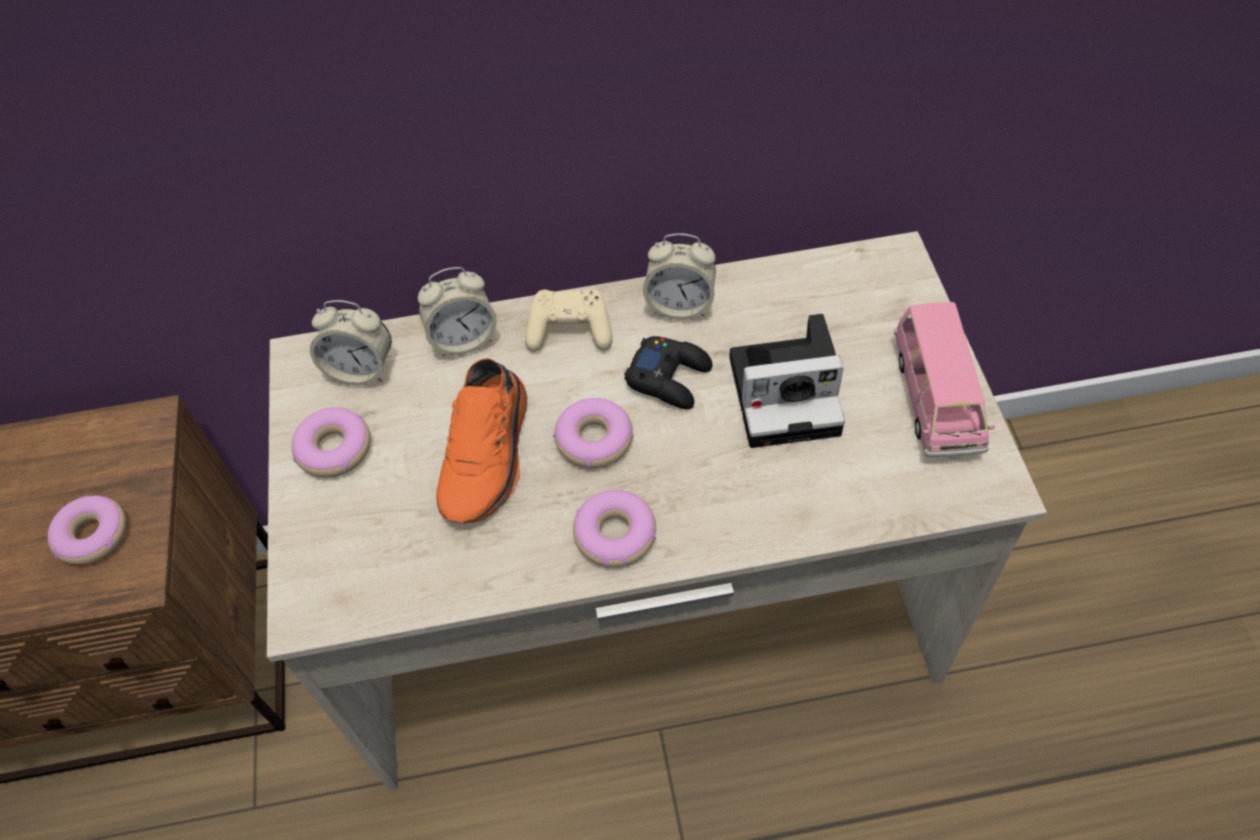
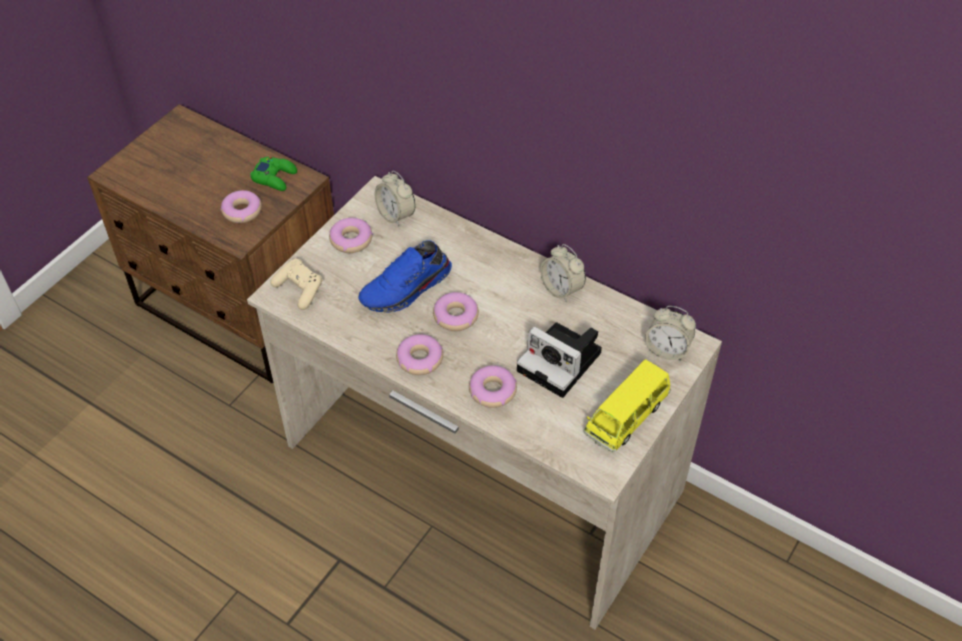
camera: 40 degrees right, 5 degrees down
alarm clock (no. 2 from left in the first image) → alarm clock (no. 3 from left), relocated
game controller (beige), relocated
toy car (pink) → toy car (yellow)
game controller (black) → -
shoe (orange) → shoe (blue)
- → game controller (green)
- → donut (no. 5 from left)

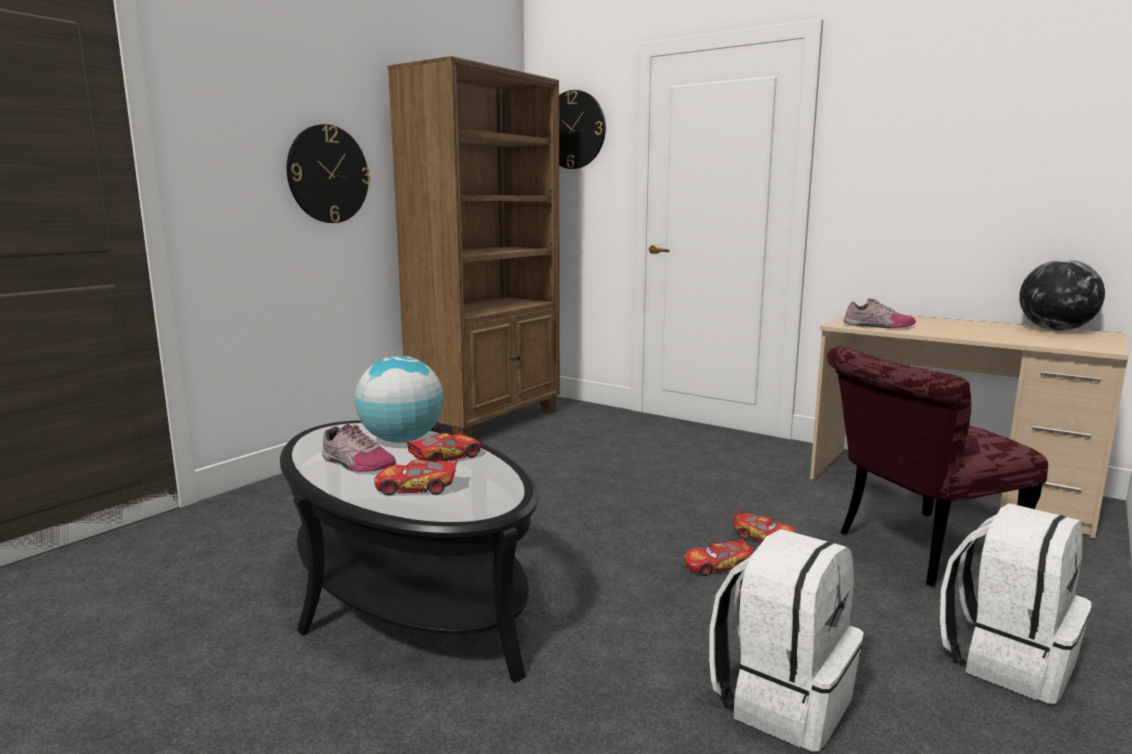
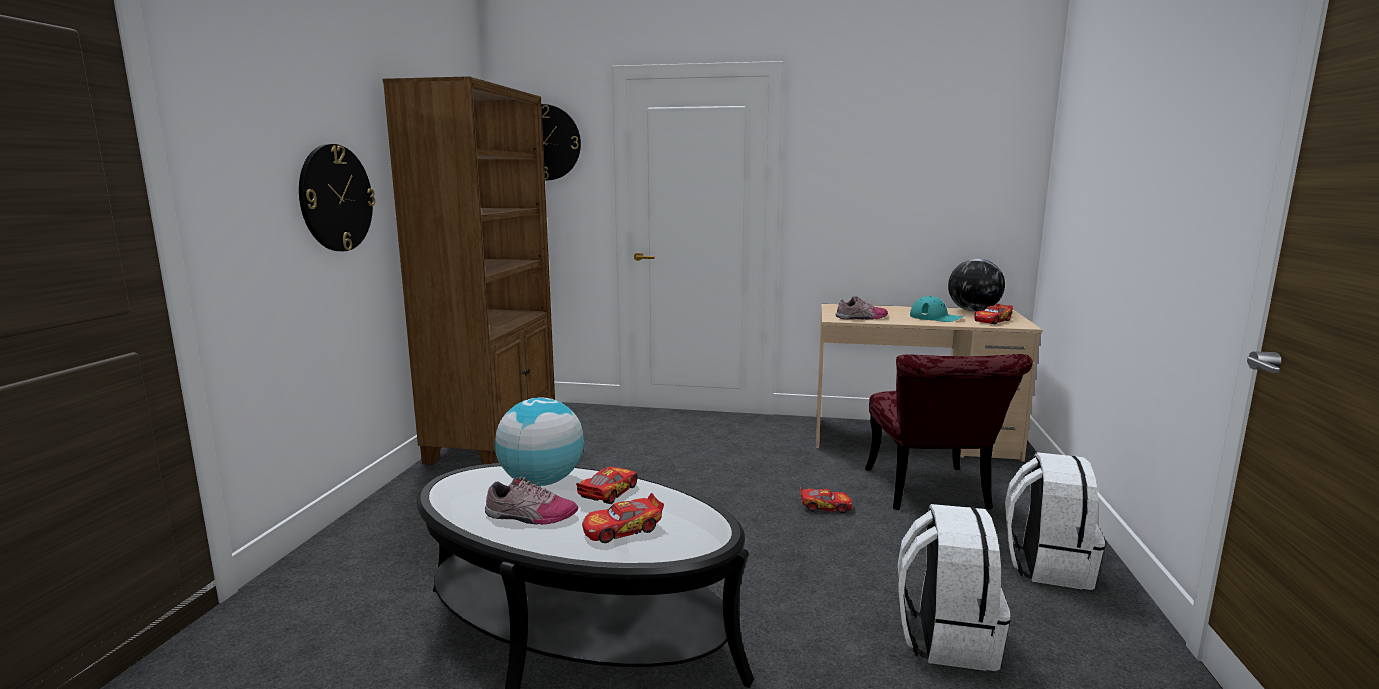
camera: 25 degrees left, 0 degrees up
chair (red), 45 degrees counterclockwise
toy car (no. 3 from left in the first image) → toy car (no. 4 from left), relocated
- → cap (turquoise)

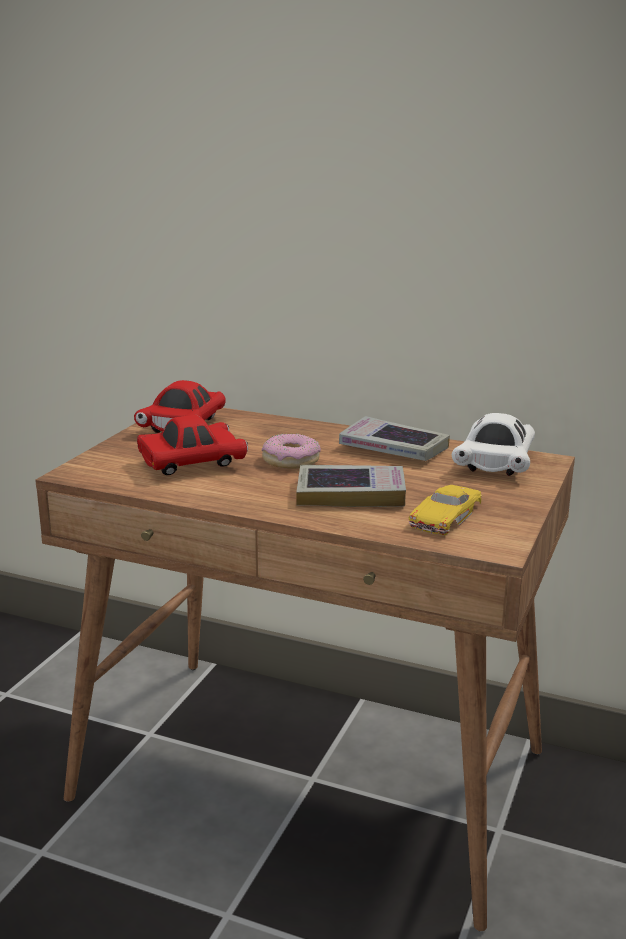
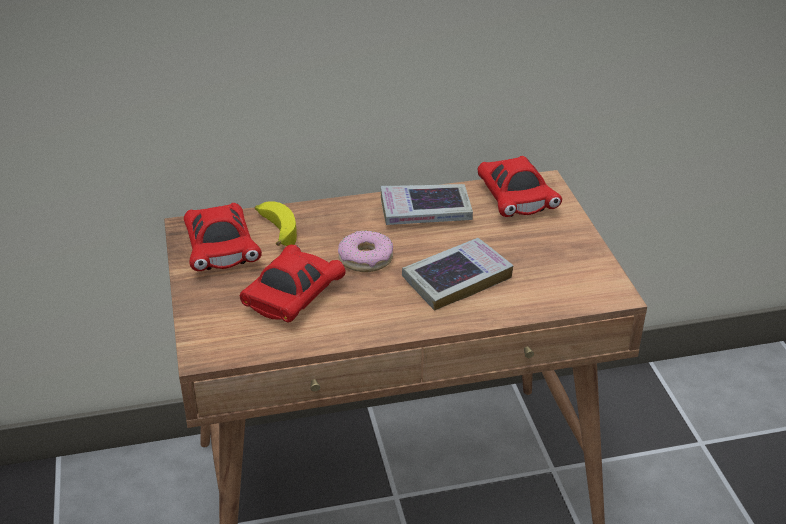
camera: 35 degrees left, 15 degrees up
toy car (white) → toy car (red) (no. 3 from left)
toy car (yellow) → -
- → banana

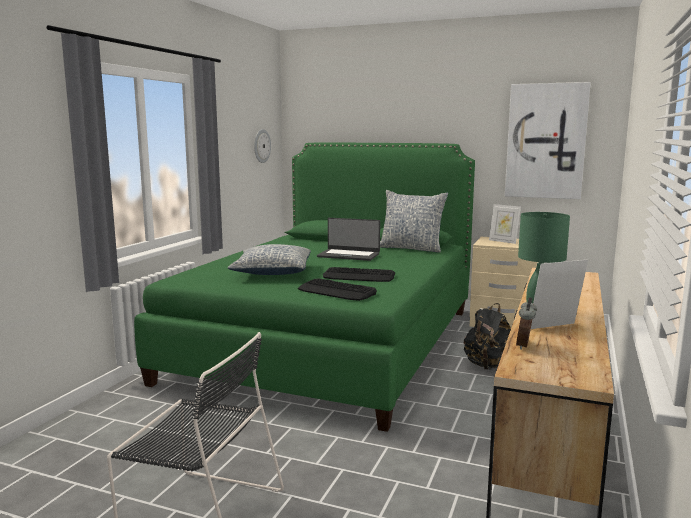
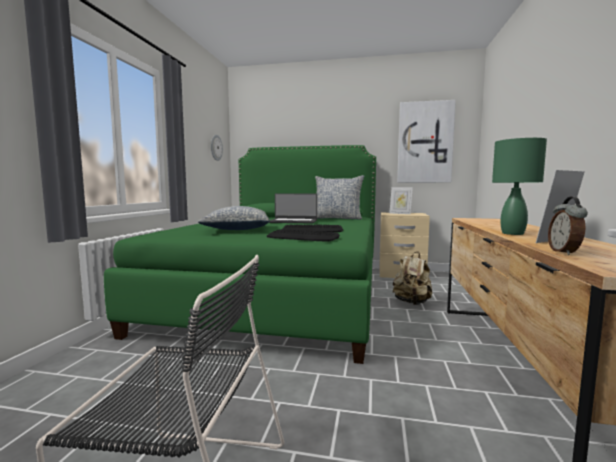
camera: 10 degrees left, 5 degrees down
backpack (black) → backpack (beige)

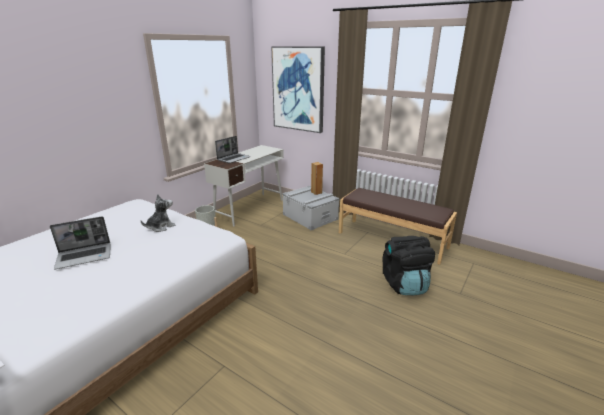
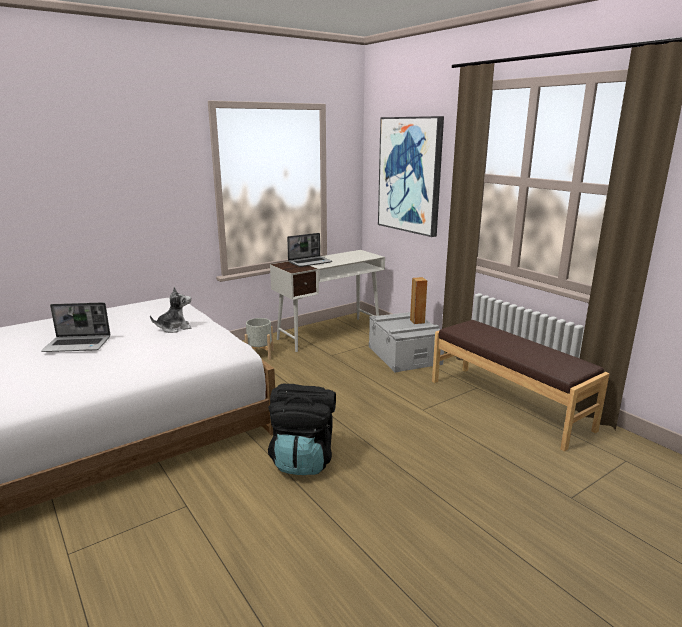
camera: 20 degrees right, 5 degrees down
backpack (black), relocated

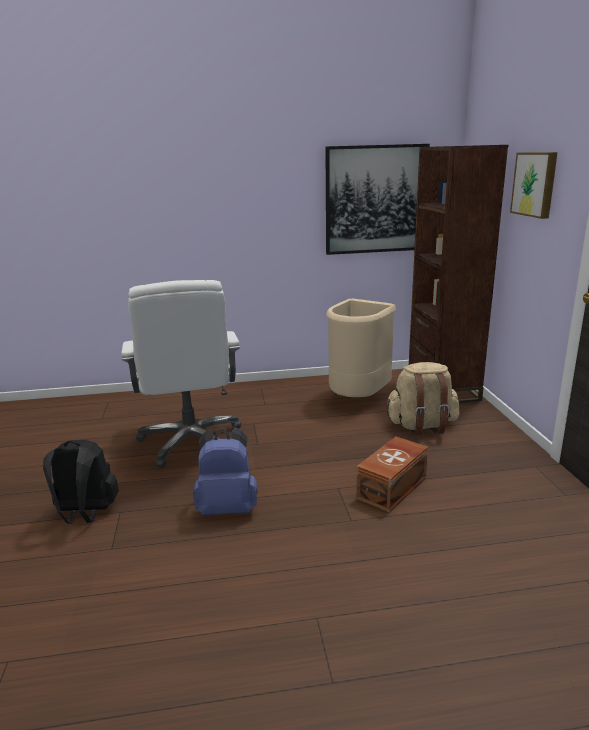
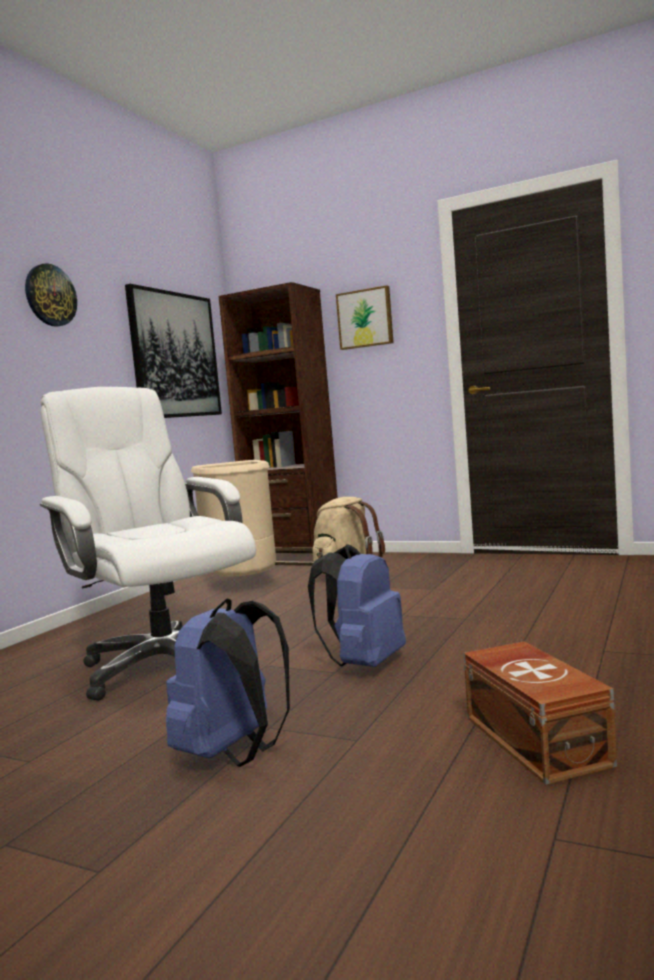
camera: 55 degrees left, 15 degrees down
office chair (white), 150 degrees counterclockwise
storage box (brown), relocated
backpack (black) → backpack (blue) (no. 1 from left)
- → wall clock

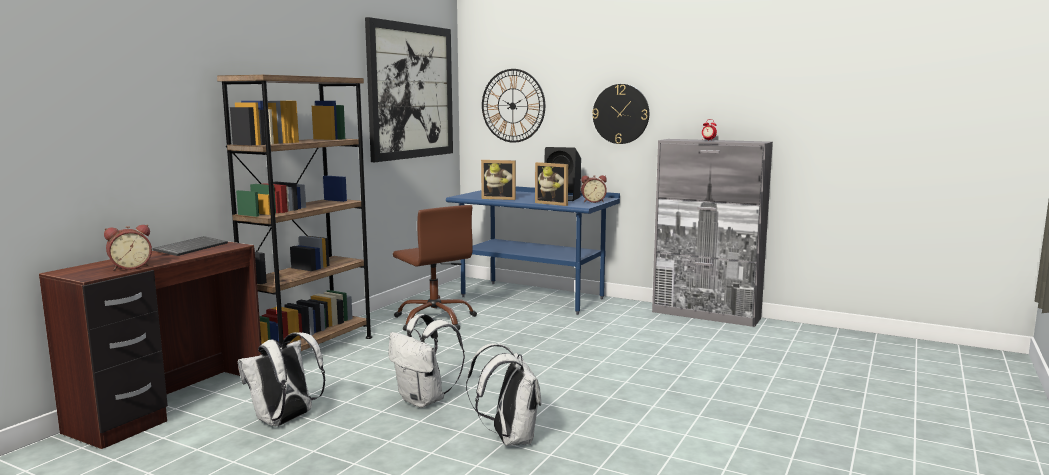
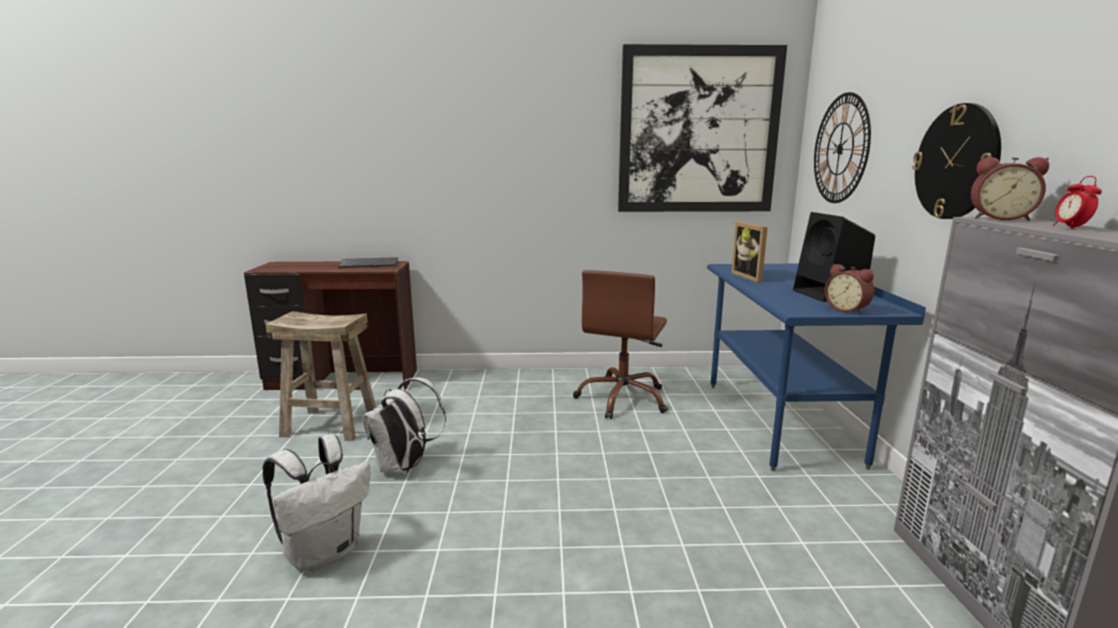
camera: 60 degrees right, 5 degrees up
bookcase (brown) → -
picture frame (no. 2 from left) → -
alarm clock (no. 1 from left in the first image) → alarm clock (no. 2 from left), relocated
backpack (white) (no. 1 from left) → stool (beige)

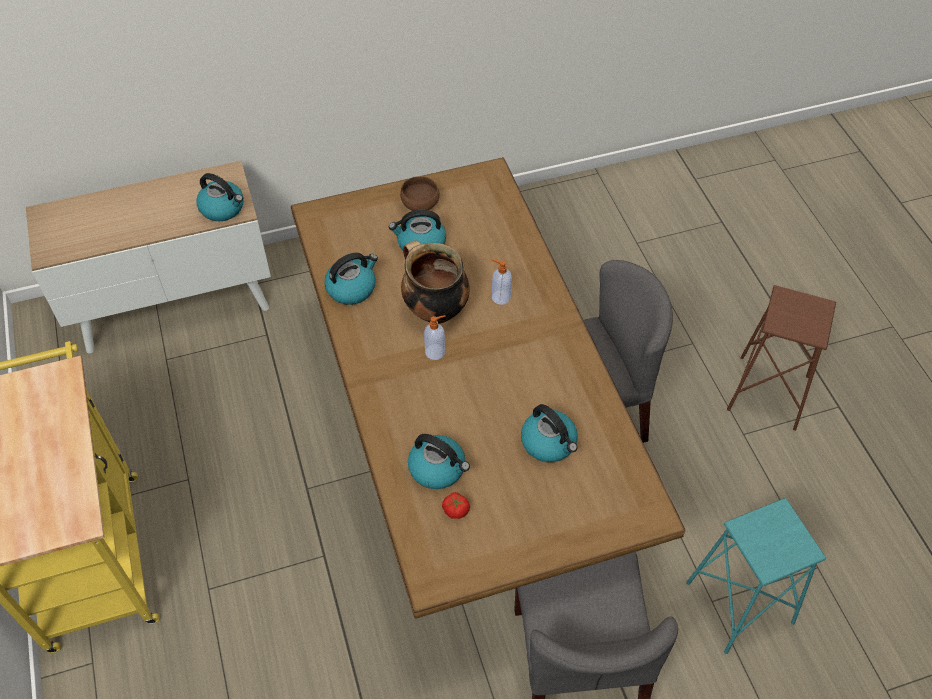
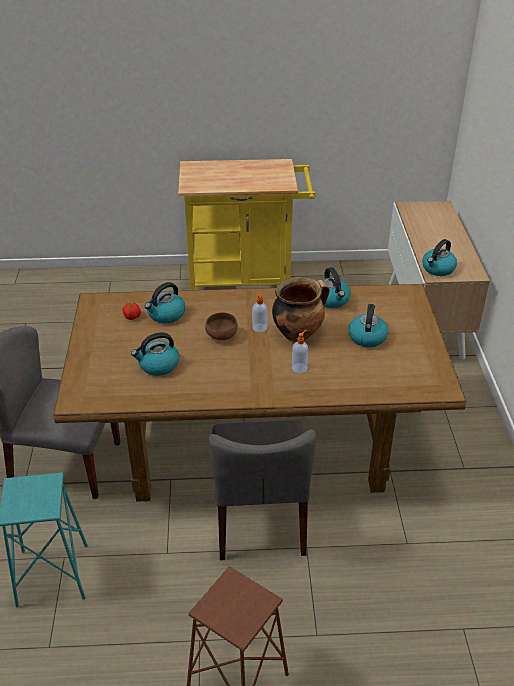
camera: 105 degrees right, 15 degrees down
bowl (brown), relocated

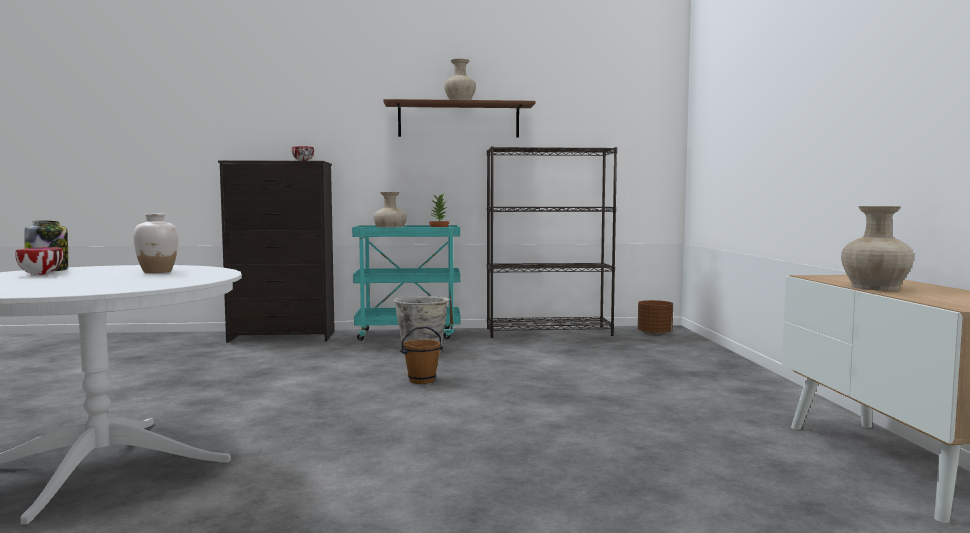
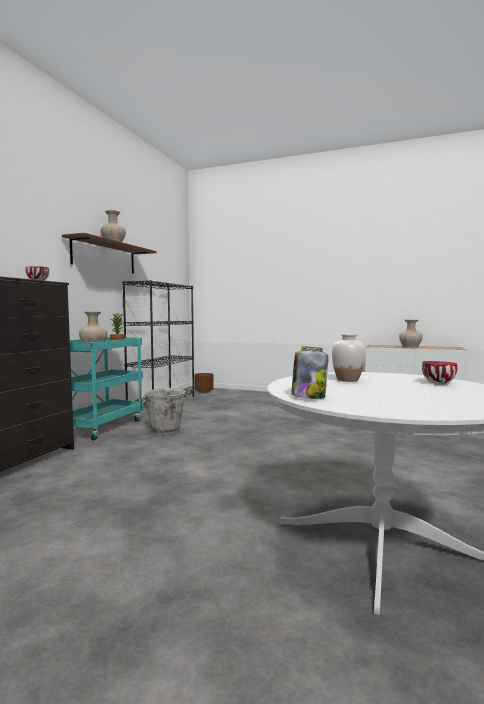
camera: 65 degrees left, 0 degrees up
bowl (no. 1 from left in the first image) → bowl (no. 2 from left), relocated
bucket (brown) → -

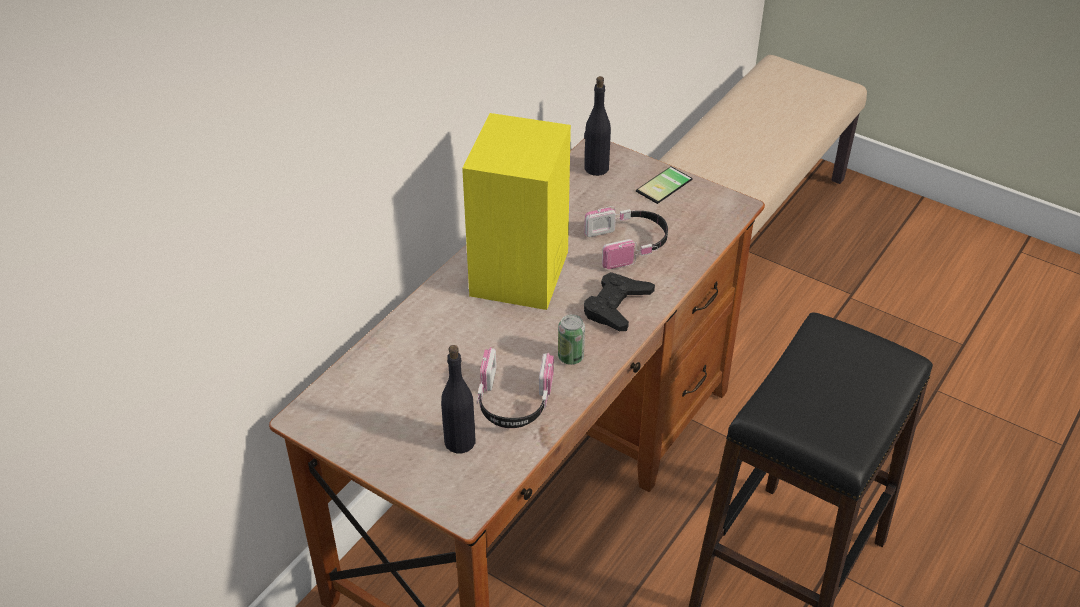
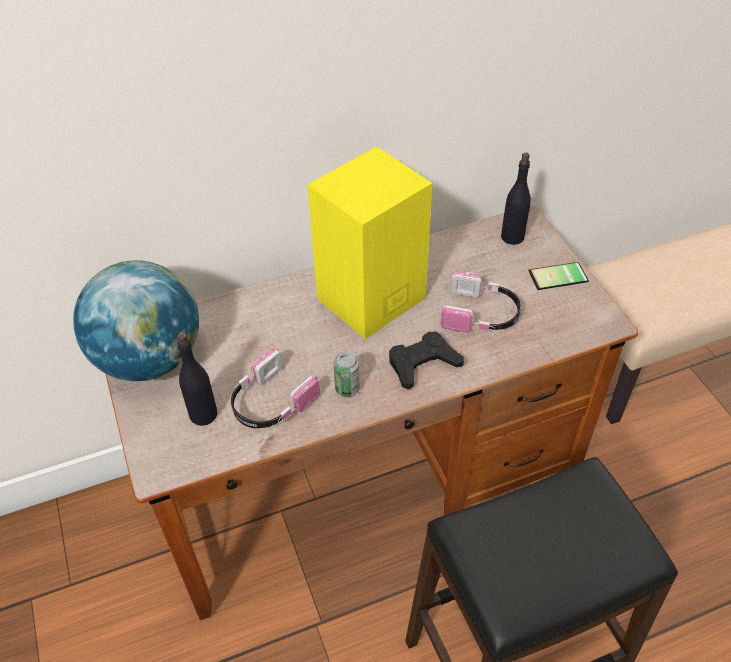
camera: 35 degrees right, 5 degrees up
- → globe

